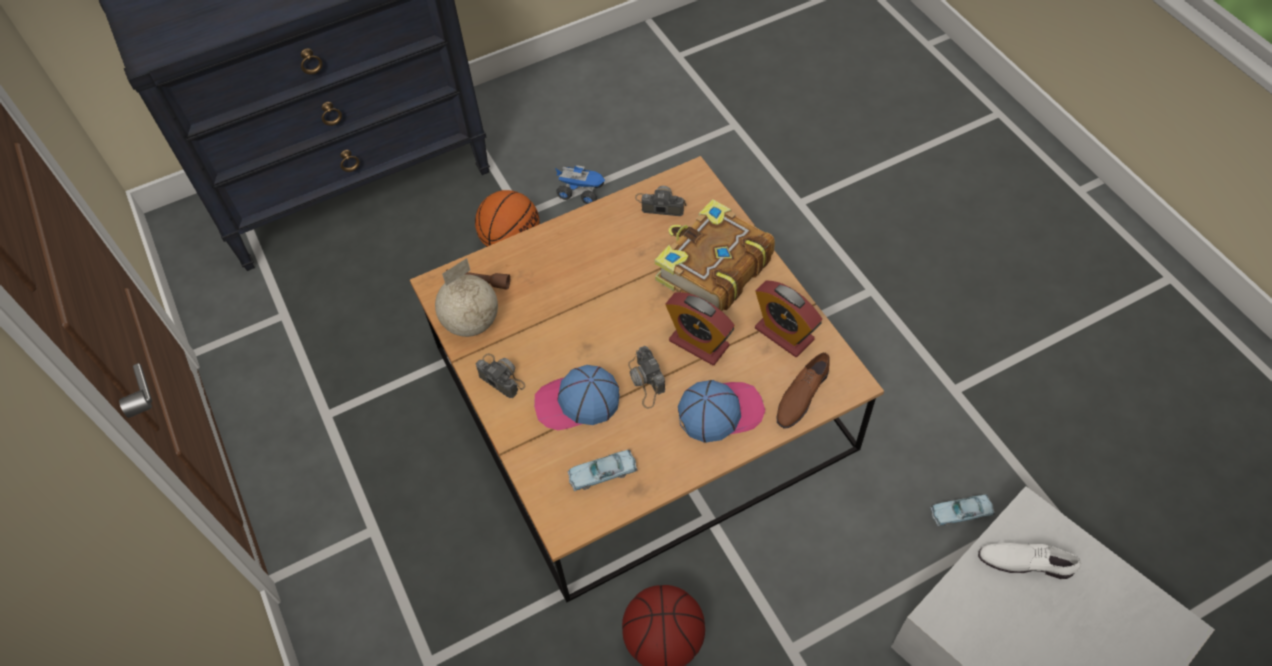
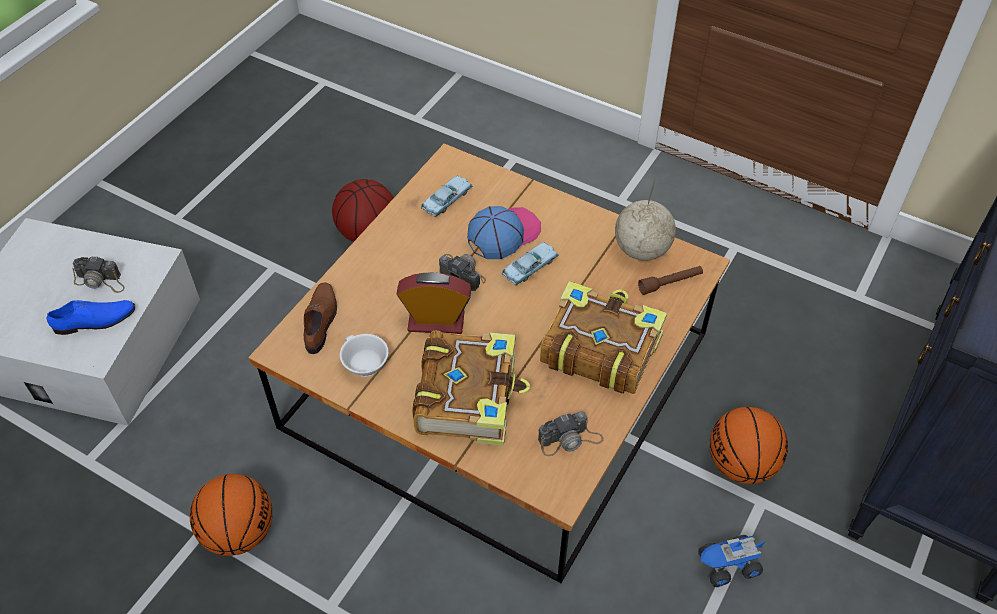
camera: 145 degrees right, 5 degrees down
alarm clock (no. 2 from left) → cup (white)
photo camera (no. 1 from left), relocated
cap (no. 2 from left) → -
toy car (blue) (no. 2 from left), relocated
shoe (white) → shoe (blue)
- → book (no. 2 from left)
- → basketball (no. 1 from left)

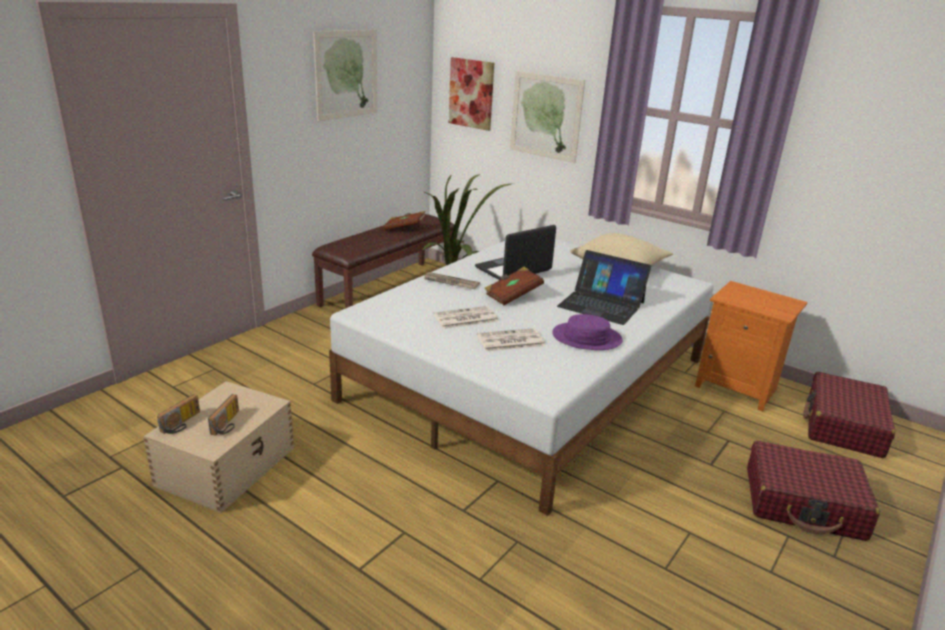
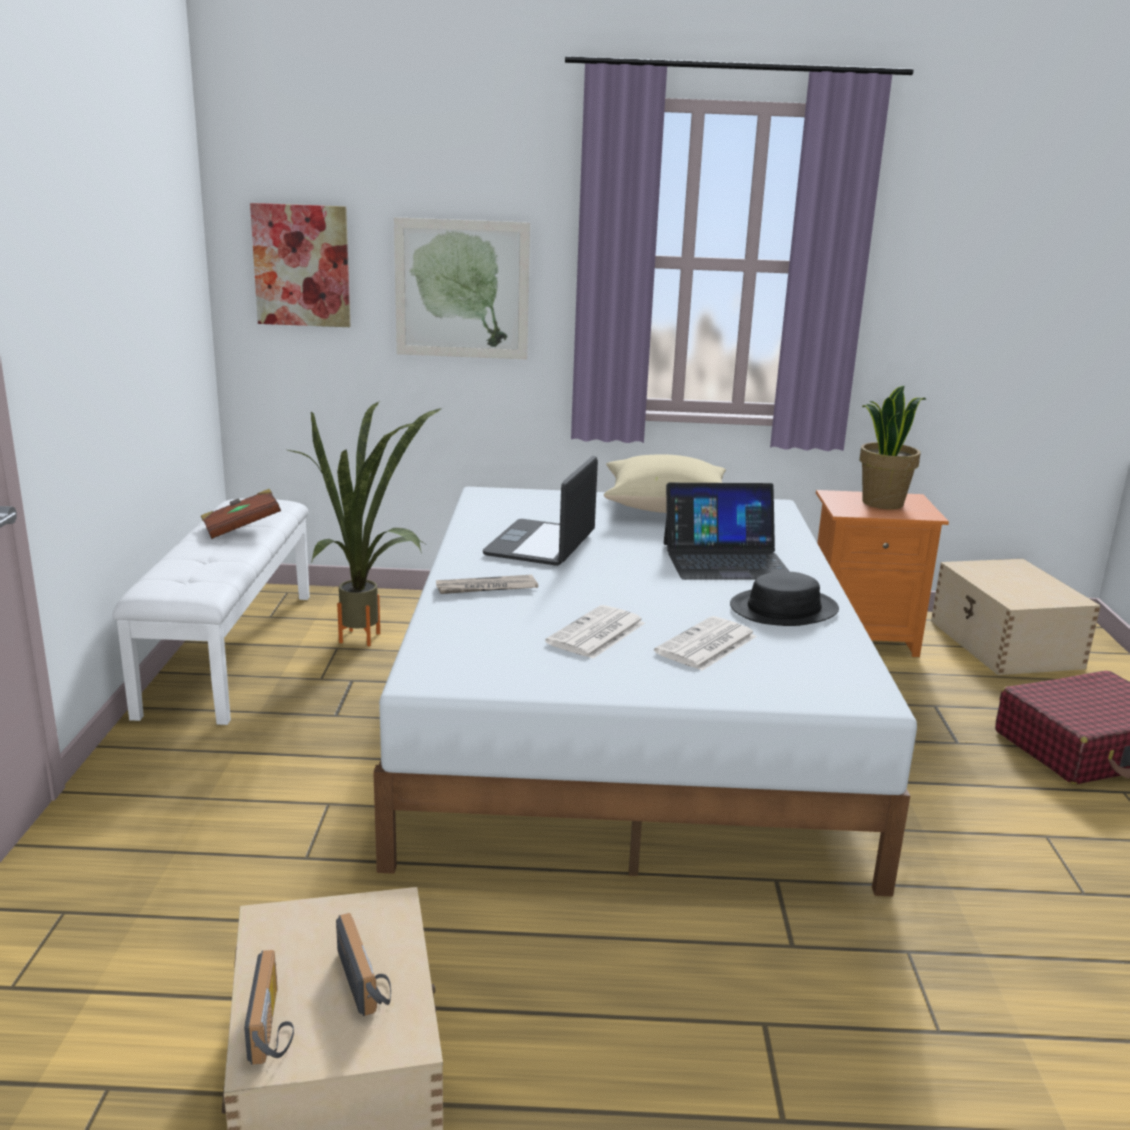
camera: 35 degrees left, 5 degrees down
picture (no. 1 from left) → -
bench (brown) → bench (white)
book (brown) (no. 2 from left) → -
hat (purple) → hat (black)
suitcase (red) (no. 2 from left) → storage box (beige) (no. 2 from left)
- → potted plant (no. 2 from left)

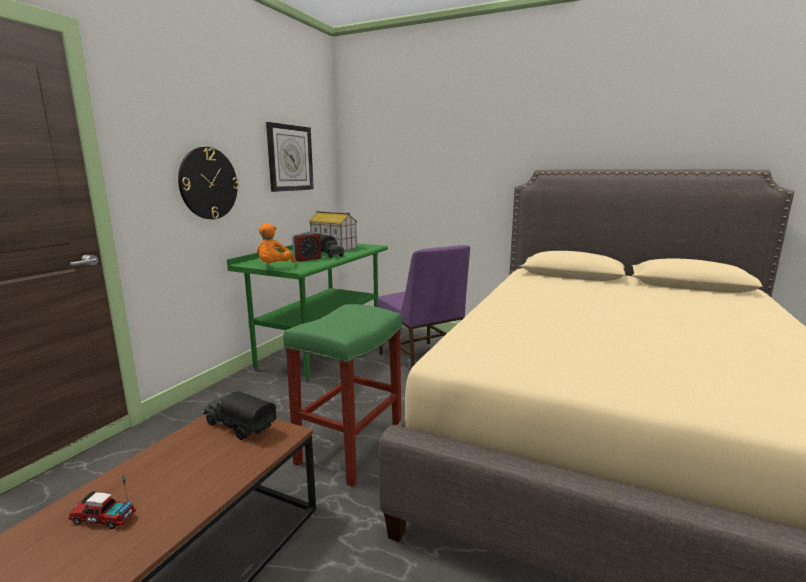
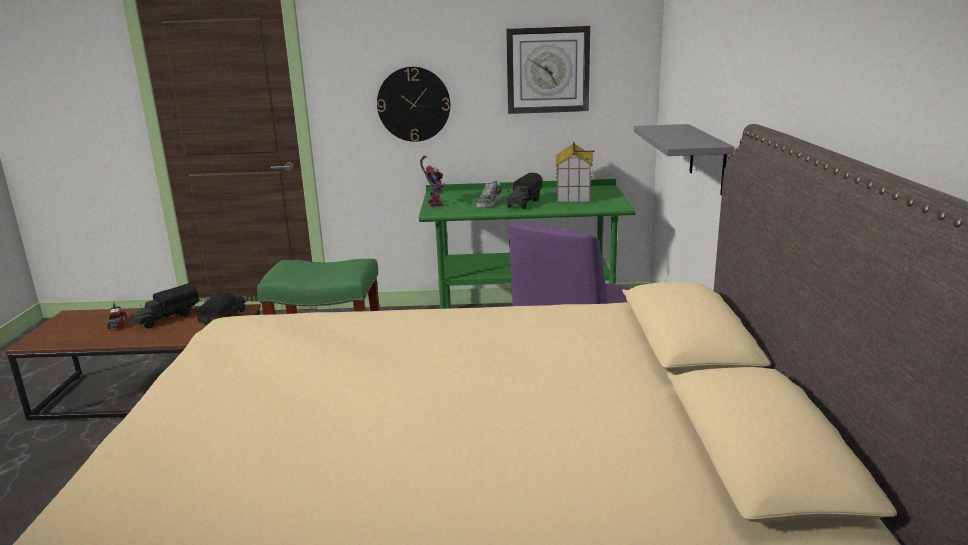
camera: 65 degrees right, 5 degrees up
plush toy (orange) → toy robot
alarm clock → shoe
- → shelf (grey)
- → toy truck (no. 2 from left)

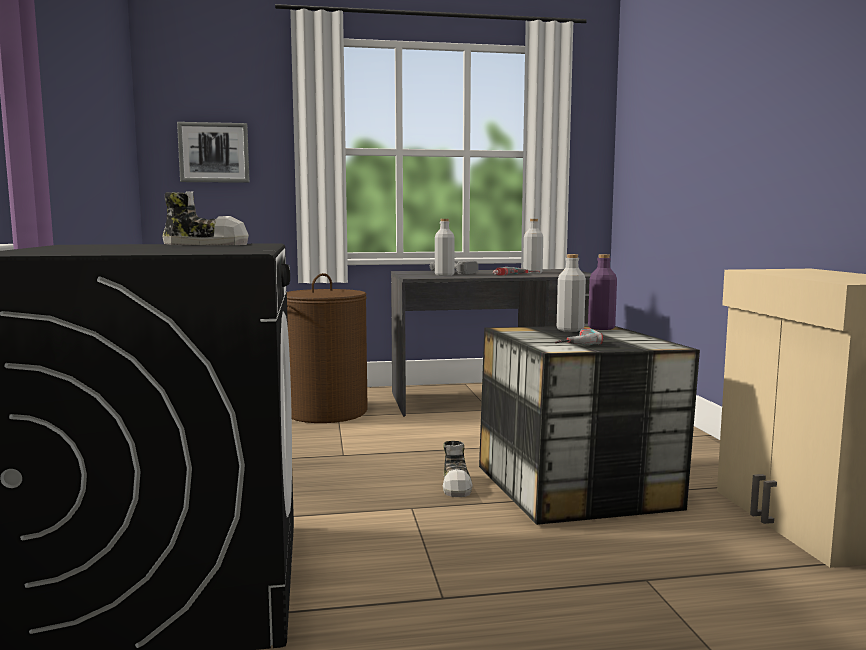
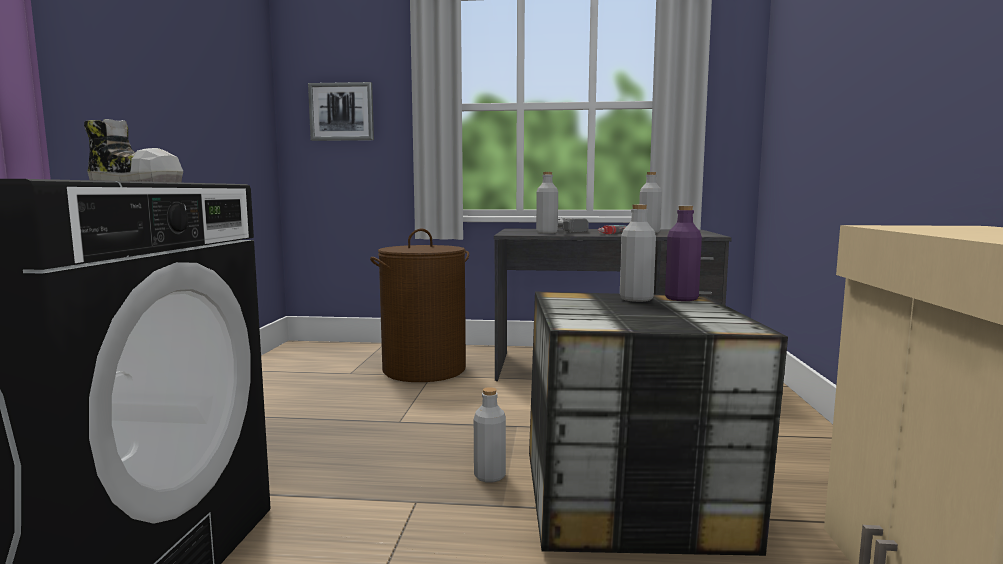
camera: 15 degrees right, 0 degrees up
power drill (no. 3 from left) → -
shoe (no. 2 from left) → bottle (grey) (no. 1 from left)

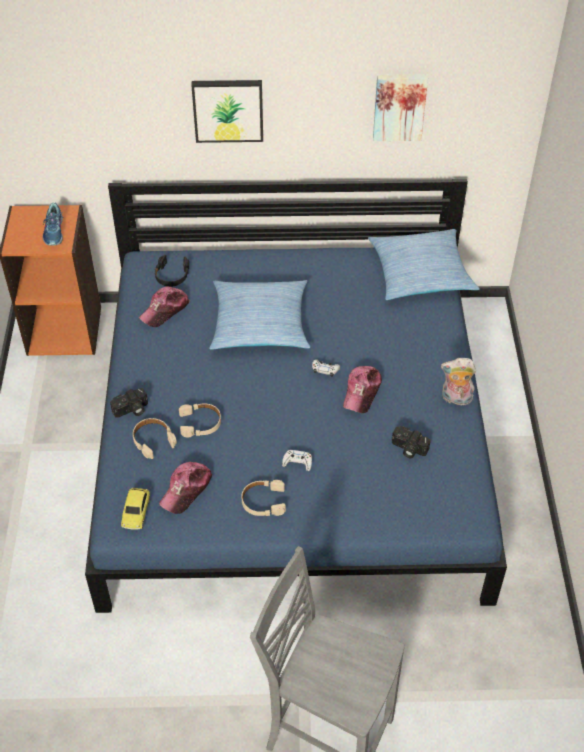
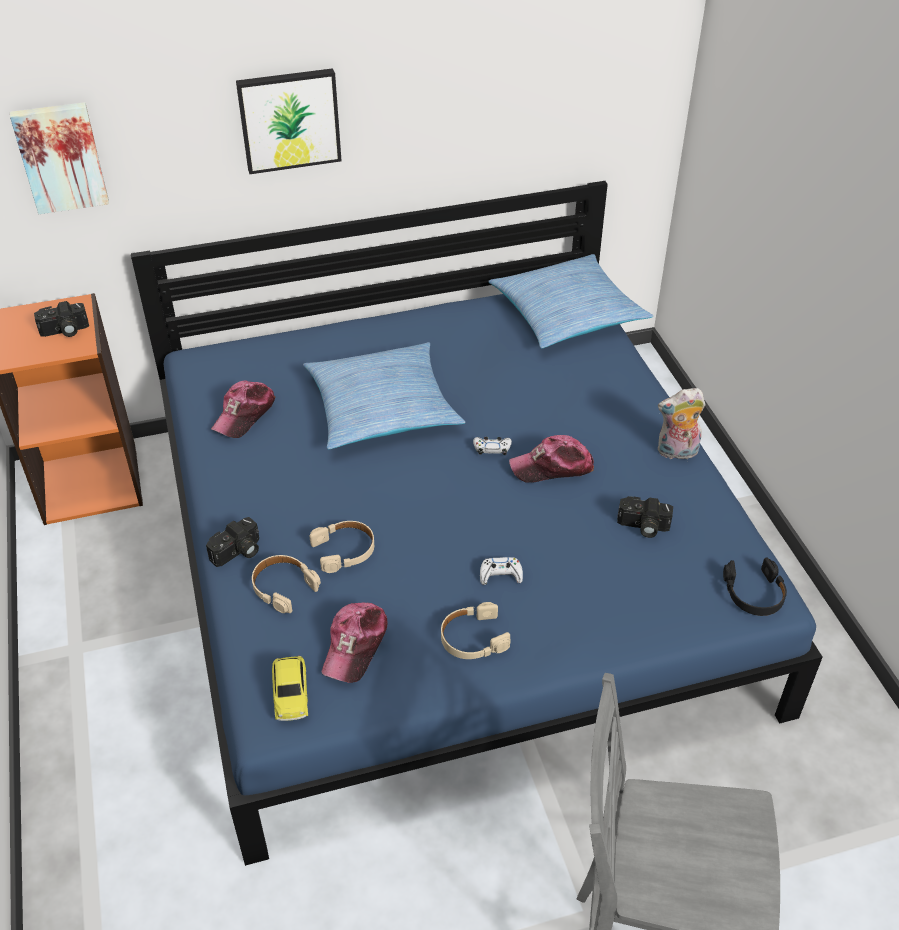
camera: 15 degrees left, 5 degrees down
picture (no. 2 from left in the first image) → picture (no. 1 from left), relocated
shoe → photo camera (no. 1 from left)
headphones (black), relocated
cap (no. 3 from left), 75 degrees clockwise

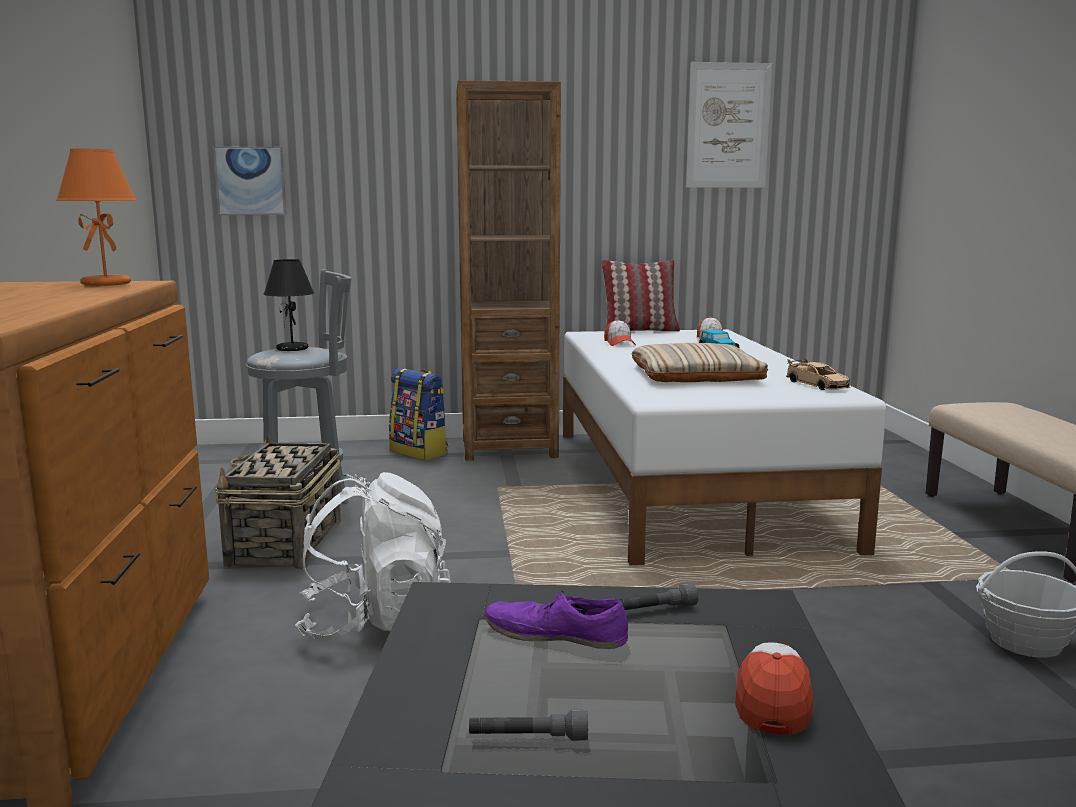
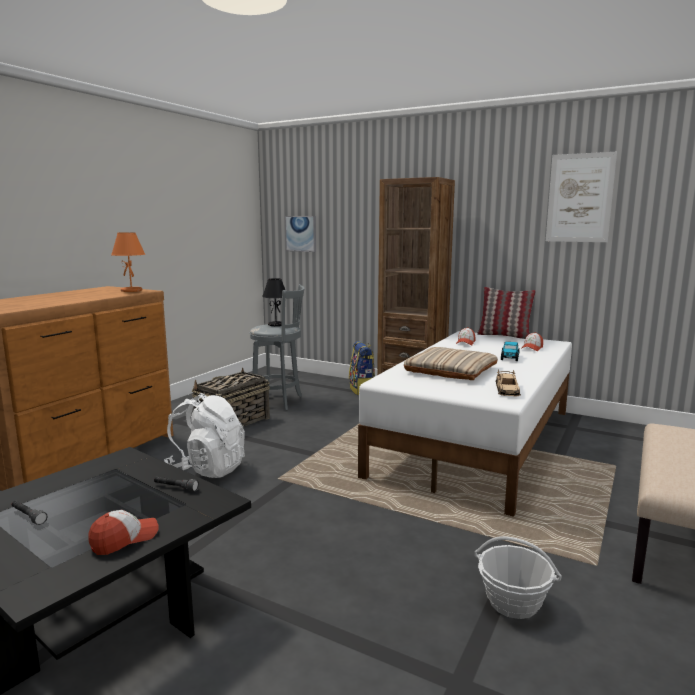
camera: 35 degrees right, 0 degrees up
shoe (purple) → -

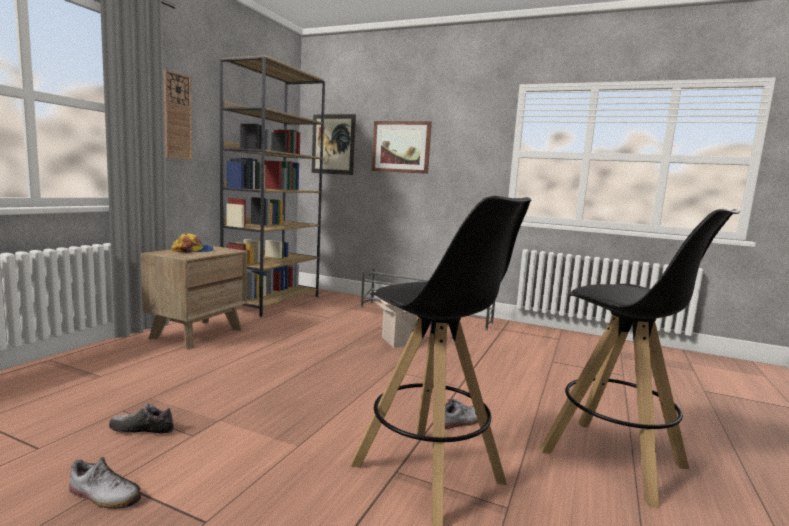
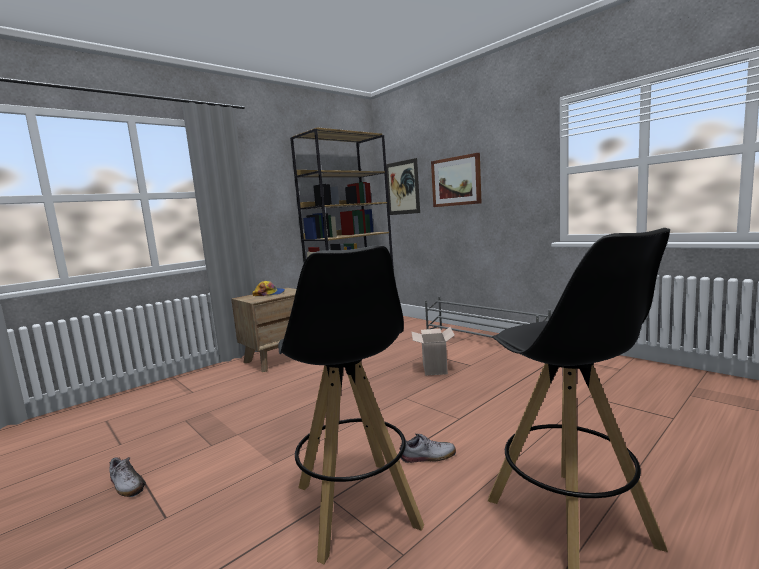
camera: 25 degrees right, 0 degrees up
wall clock → -
shoe (no. 2 from left) → -

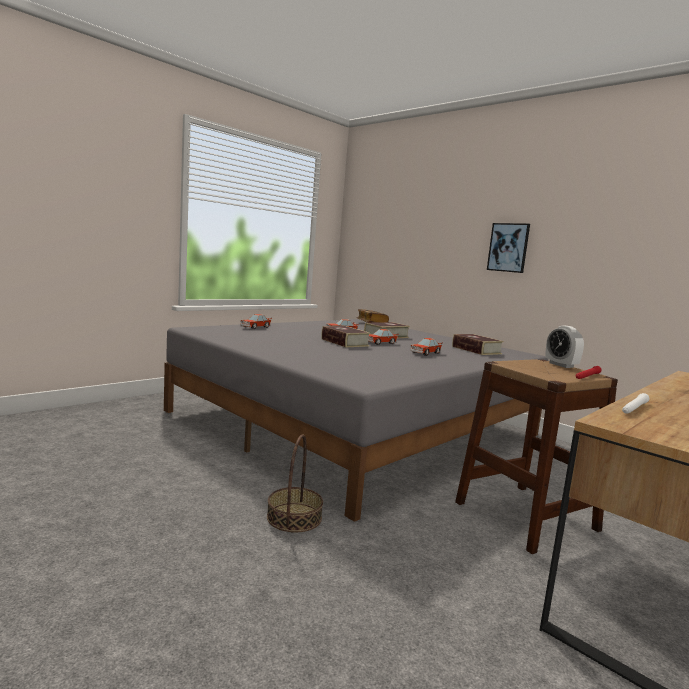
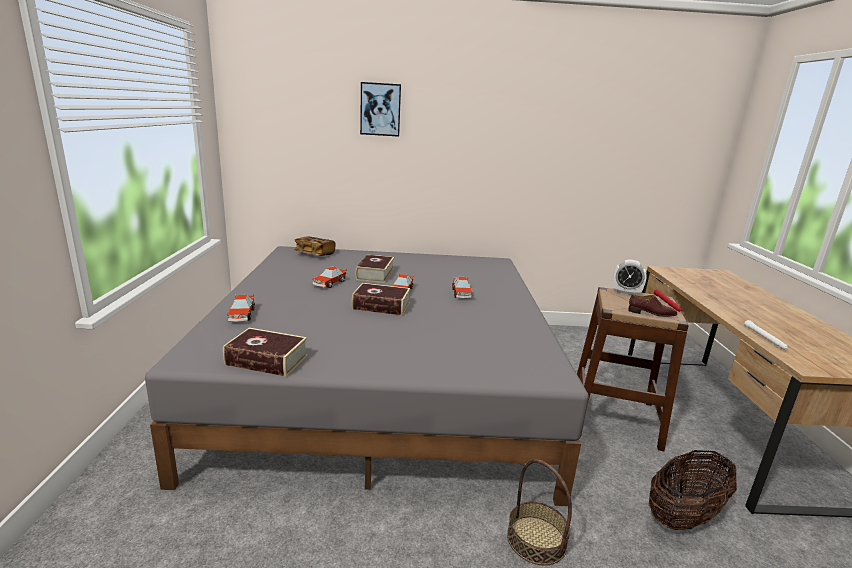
camera: 45 degrees left, 10 degrees up
picture, relocated
book (no. 4 from left in the first image) → book (no. 1 from left), relocated
- → shoe (brown)
- → basket (no. 2 from left)

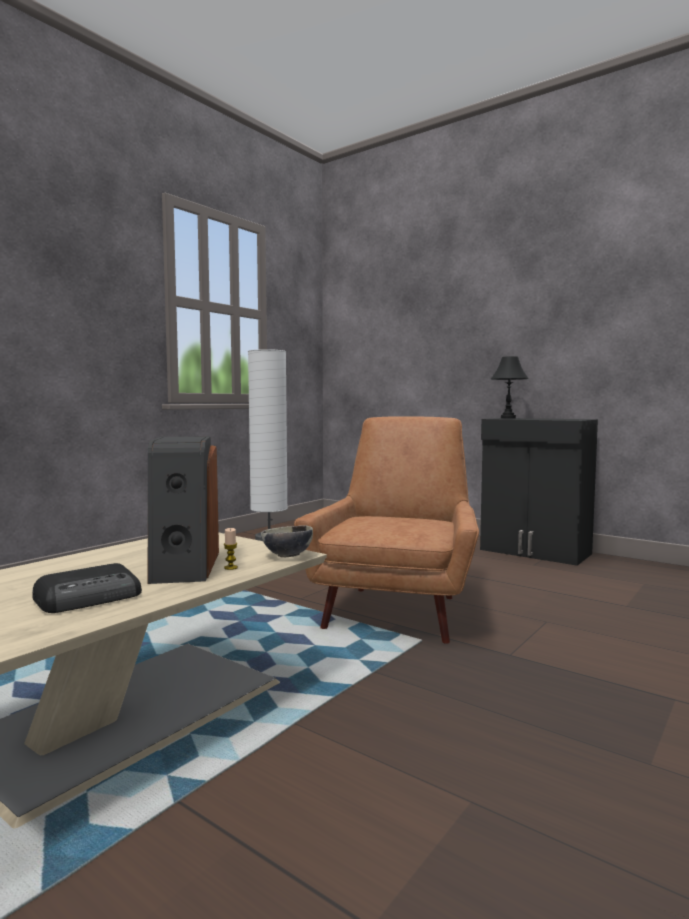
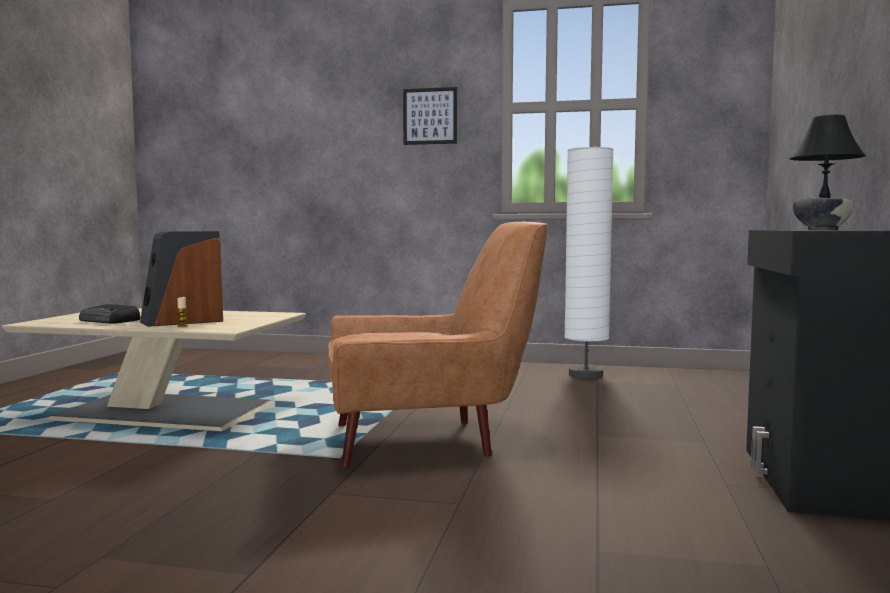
camera: 65 degrees right, 0 degrees up
bowl, relocated
- → picture

